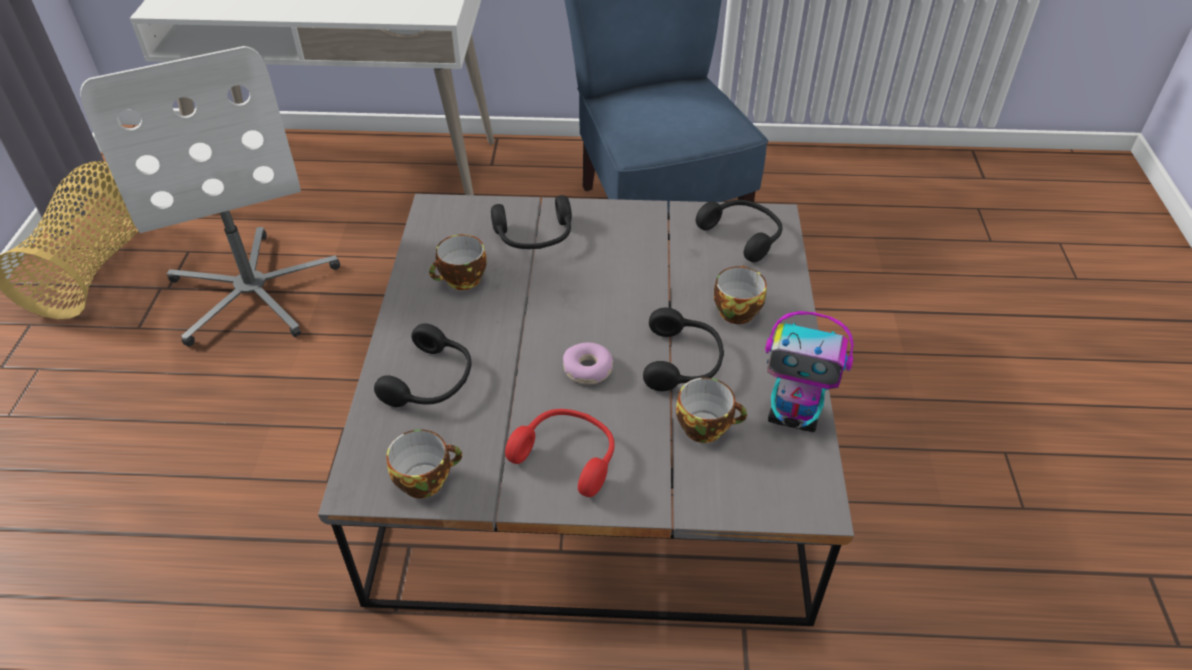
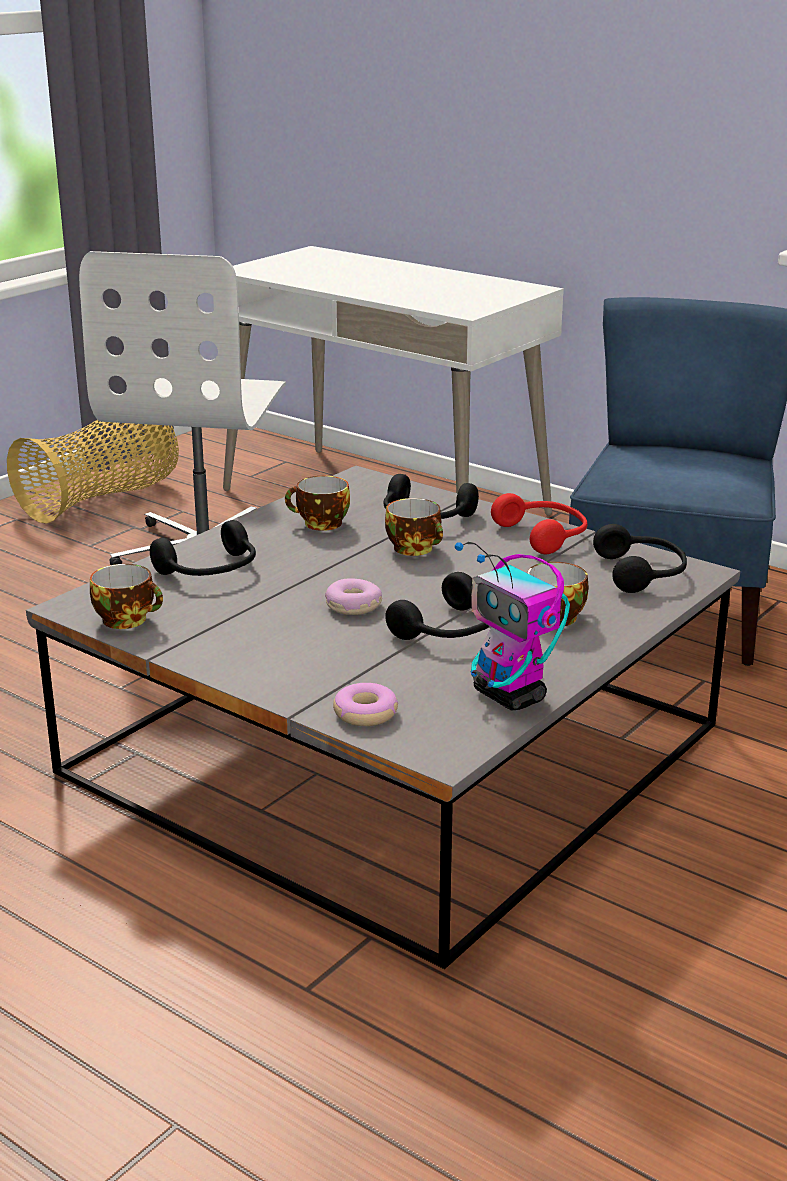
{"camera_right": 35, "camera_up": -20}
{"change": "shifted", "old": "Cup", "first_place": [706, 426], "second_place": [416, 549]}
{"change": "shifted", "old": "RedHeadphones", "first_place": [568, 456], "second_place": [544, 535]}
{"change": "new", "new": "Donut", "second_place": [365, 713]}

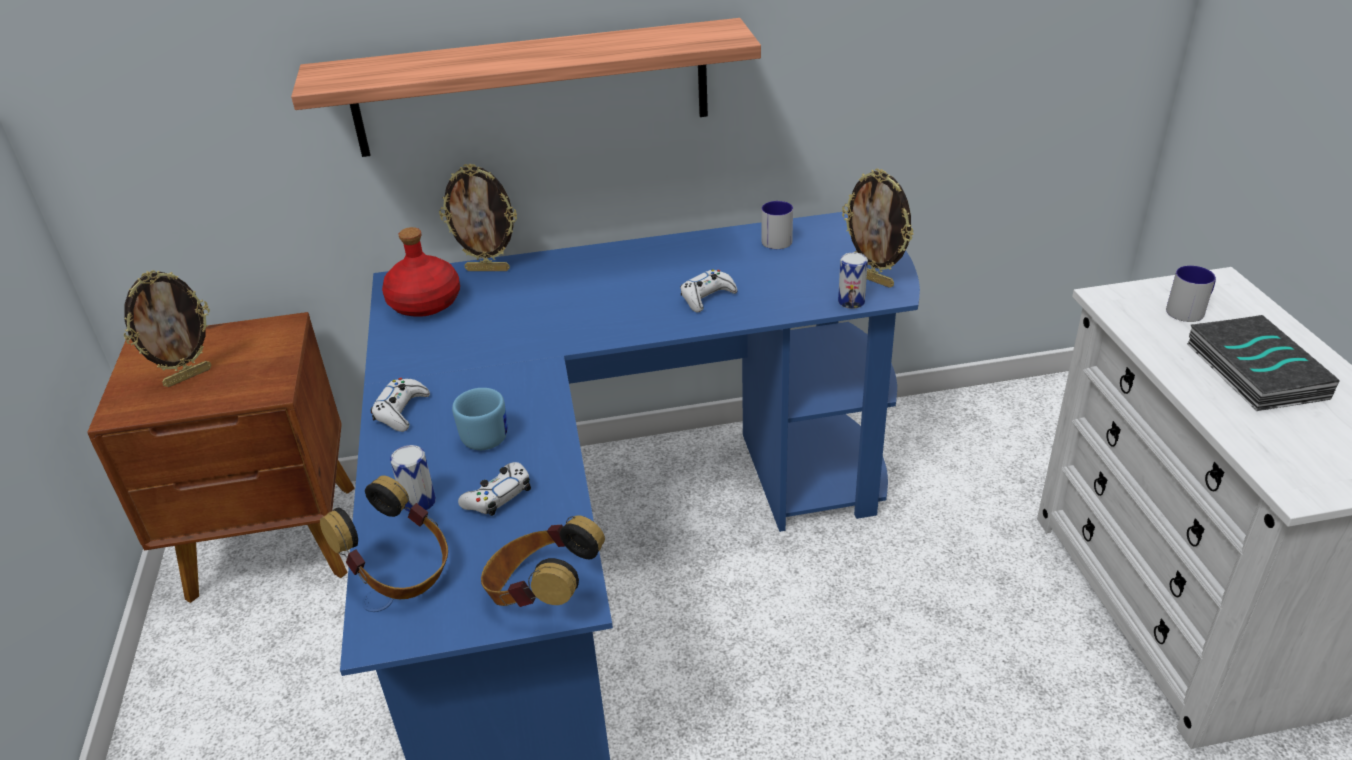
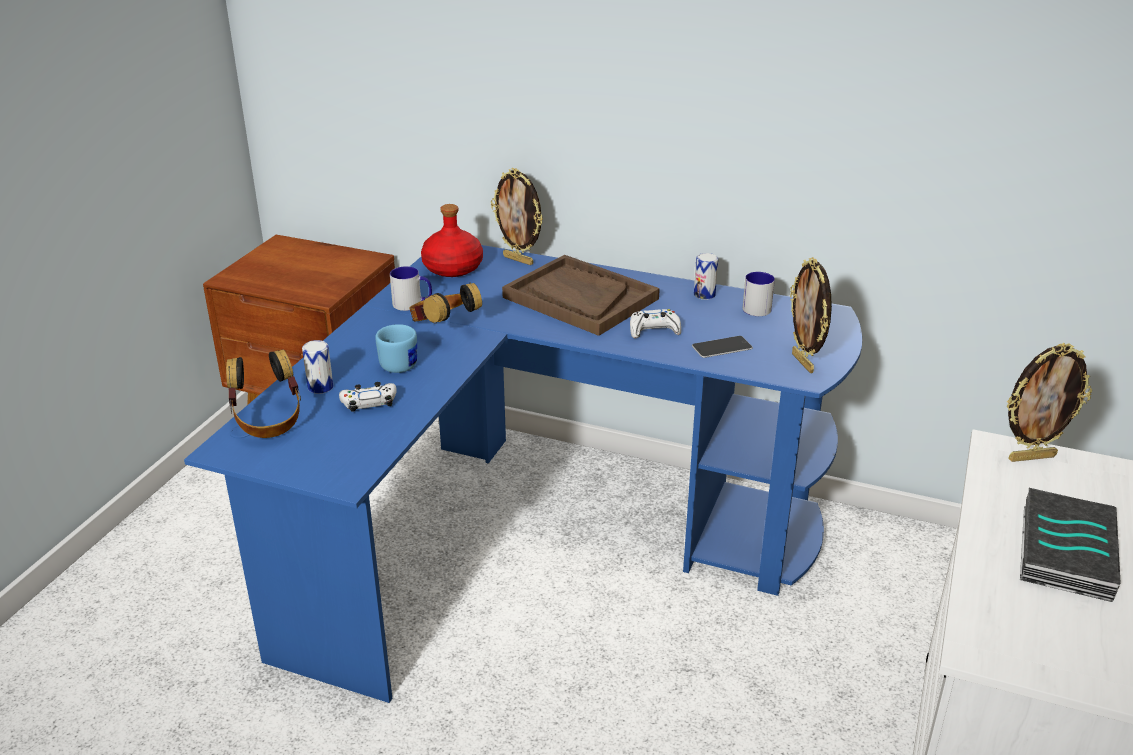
{"camera_right": 30, "camera_up": -5}
{"change": "gone", "old": "Shelf", "first_place": [532, 88]}
{"change": "shifted", "old": "Can", "first_place": [851, 302], "second_place": [704, 294]}
{"change": "shifted", "old": "Mug", "first_place": [1190, 310], "second_place": [412, 304]}
{"change": "shifted", "old": "PictureFrame", "first_place": [188, 376], "second_place": [1031, 457]}
{"change": "gone", "old": "WhiteGameController", "first_place": [401, 411]}
{"change": "shifted", "old": "Headphones", "first_place": [542, 594], "second_place": [443, 328]}
{"change": "new", "new": "BrownTray", "second_place": [580, 298]}
{"change": "new", "new": "Phone", "second_place": [722, 347]}

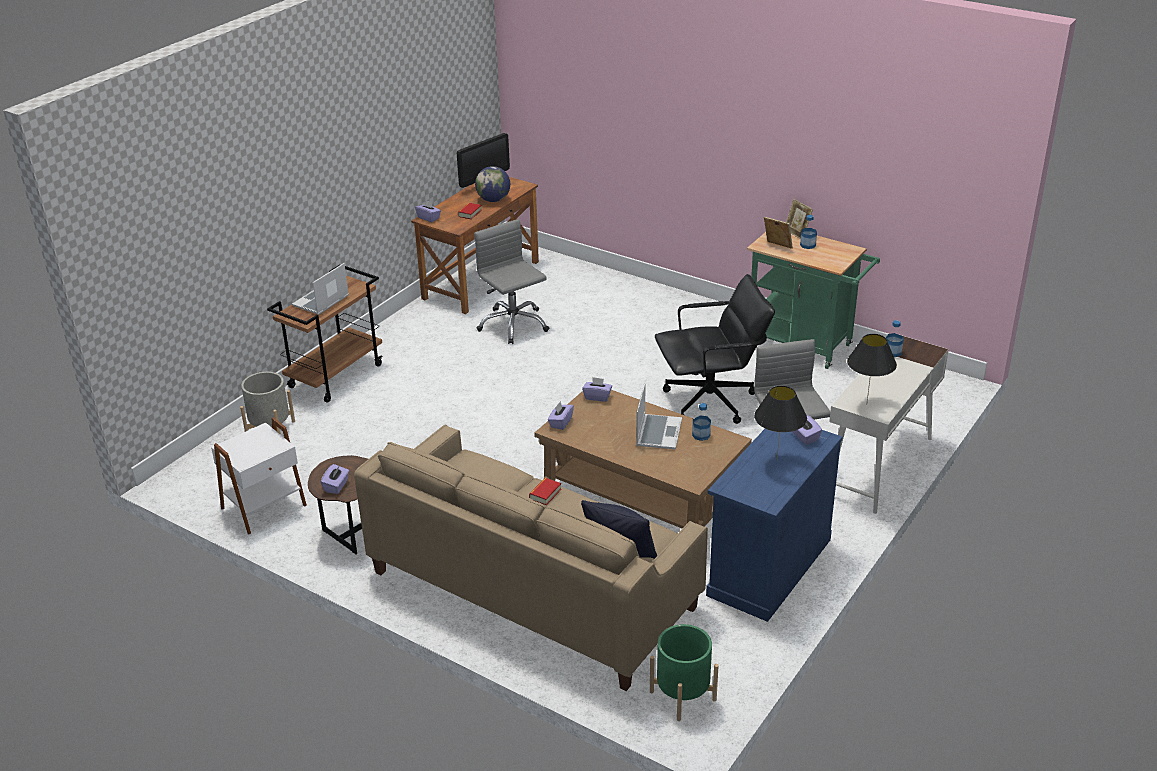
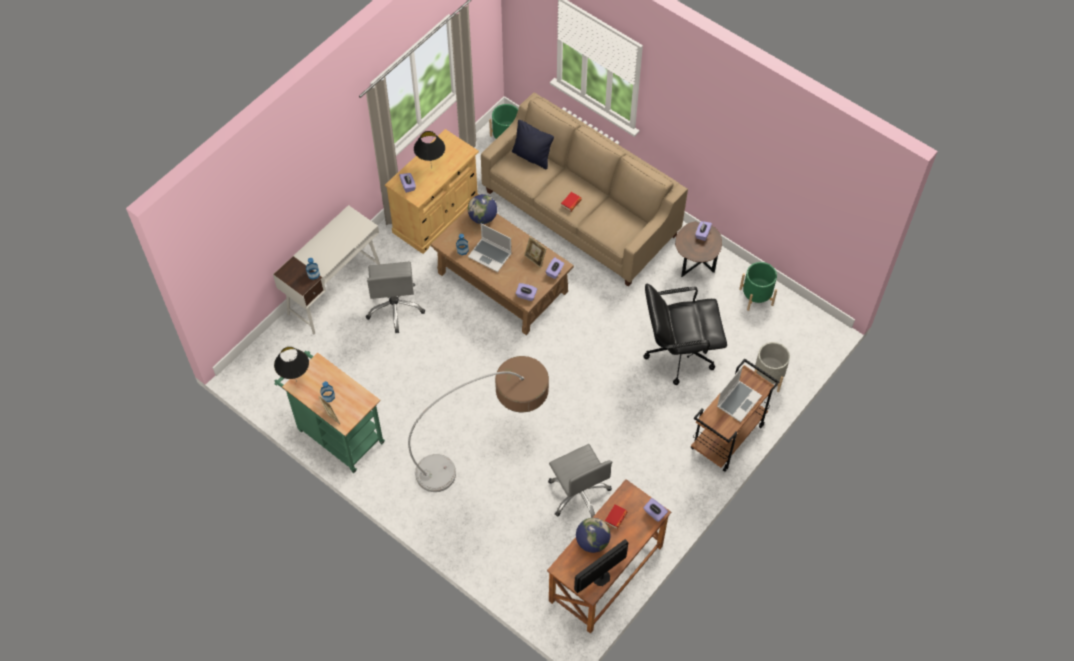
{"camera_right": -175, "camera_up": 25}
{"change": "shifted", "old": "PictureFrame", "first_place": [777, 247], "second_place": [535, 259]}
{"change": "shifted", "old": "BlackOfficeChair", "first_place": [711, 401], "second_place": [679, 353]}
{"change": "shifted", "old": "BlackTableLamp", "first_place": [866, 404], "second_place": [296, 381]}
{"change": "rotated", "old": "Laptop", "first_place": [658, 432], "second_place": [490, 255], "degrees": -75}
{"change": "swapped", "old": "WhiteSideTable", "new": "GreenPlanter", "first_place": [265, 507], "second_place": [756, 297]}
{"change": "repainted", "old": "BlueCabinet", "new": "BeigeCabinet", "first_place": [769, 567], "second_place": [436, 216]}
{"change": "new", "new": "Globe", "second_place": [483, 217]}
{"change": "new", "new": "FloorLamp", "second_place": [487, 453]}

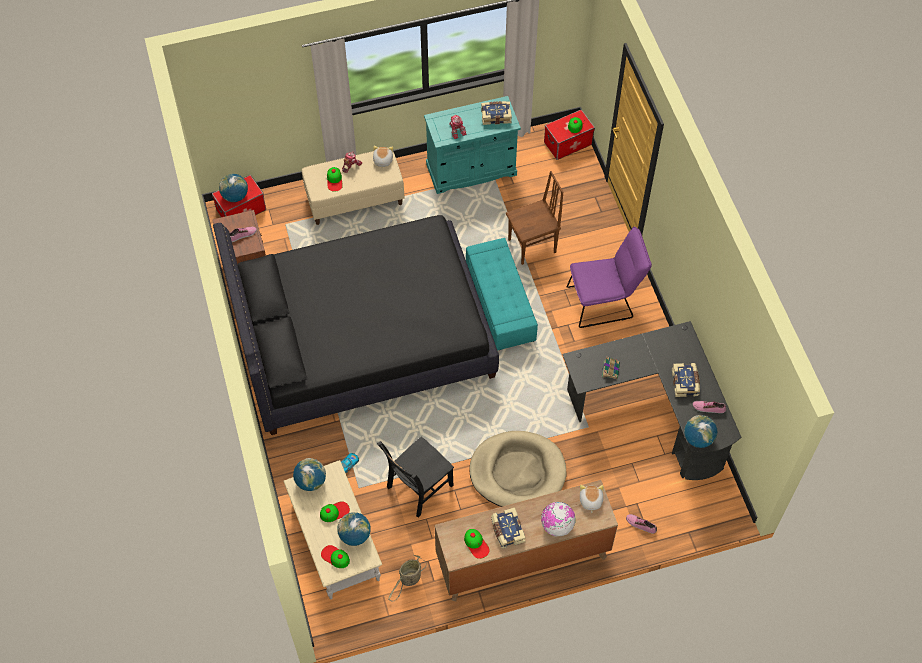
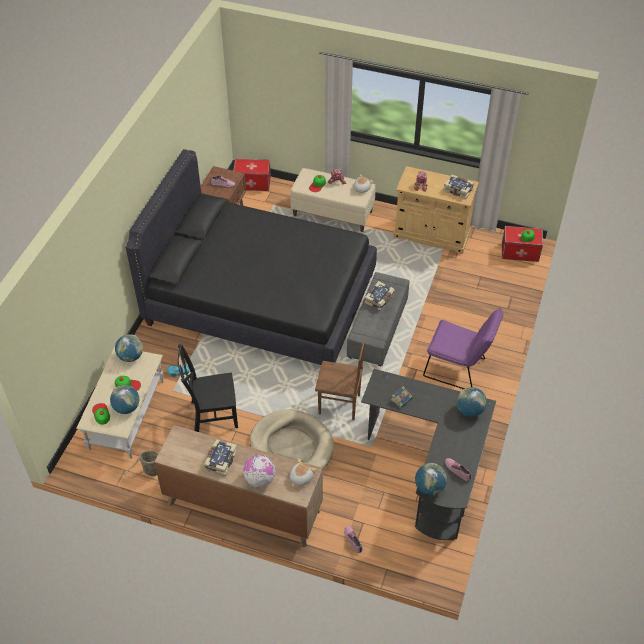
{"camera_right": 35, "camera_up": -10}
{"change": "repainted", "old": "TurquoiseCabinet", "new": "BeigeCabinet", "first_place": [471, 170], "second_place": [431, 234]}
{"change": "shifted", "old": "BrownChair", "first_place": [532, 246], "second_place": [339, 405]}
{"change": "shifted", "old": "Globe", "first_place": [235, 196], "second_place": [469, 410]}
{"change": "repainted", "old": "TurquoiseOttoman", "new": "GreyOttoman", "first_place": [500, 304], "second_place": [377, 329]}
{"change": "shifted", "old": "Book", "first_place": [685, 383], "second_place": [379, 299]}
{"change": "gone", "old": "Cap", "first_place": [476, 544]}

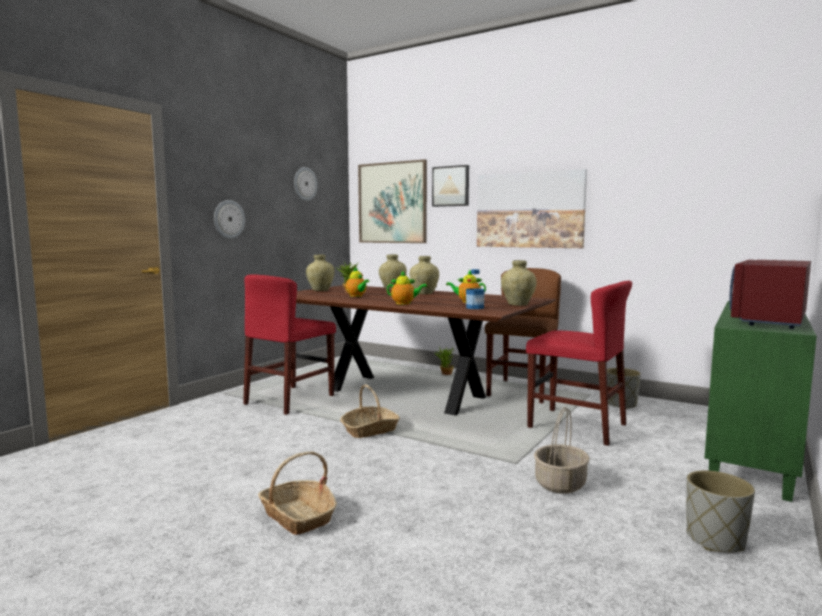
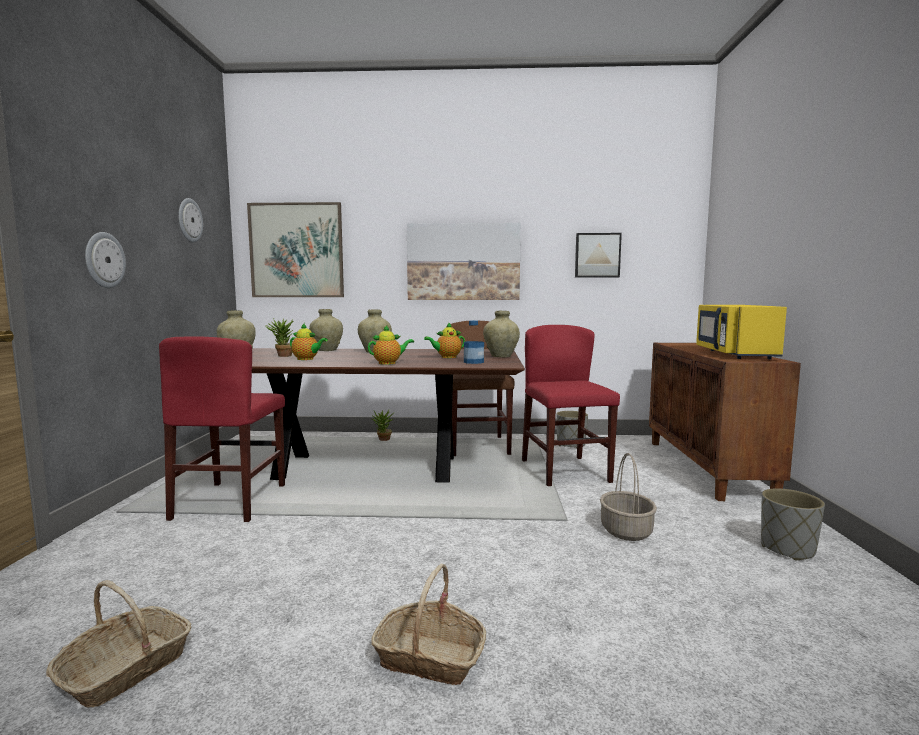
{"camera_right": -30, "camera_up": 0}
{"change": "shifted", "old": "Picture", "first_place": [451, 186], "second_place": [597, 255]}
{"change": "repainted", "old": "RedMicrowave", "new": "YellowMicrowave", "first_place": [769, 320], "second_place": [733, 354]}
{"change": "rotated", "old": "RedChair", "first_place": [576, 426], "second_place": [565, 471], "degrees": -105}
{"change": "repainted", "old": "GreenCabinet", "new": "BrownCabinet", "first_place": [752, 453], "second_place": [707, 468]}
{"change": "shifted", "old": "Basket", "first_place": [370, 430], "second_place": [125, 669]}

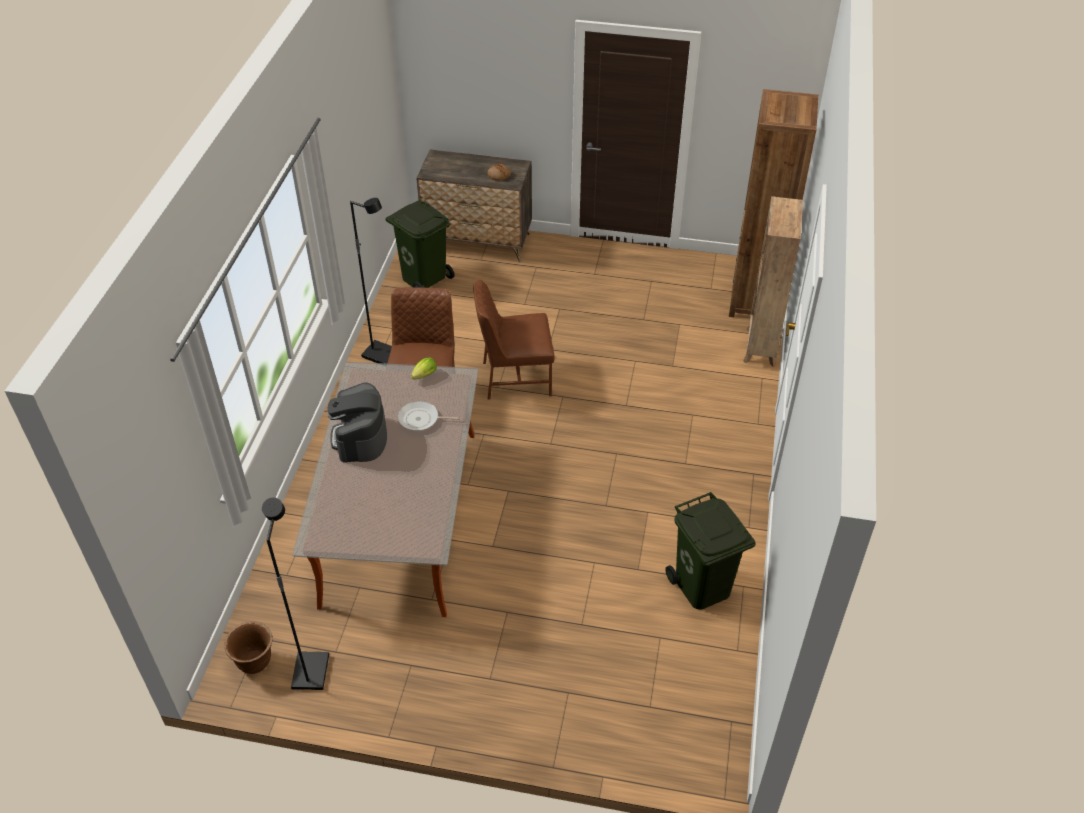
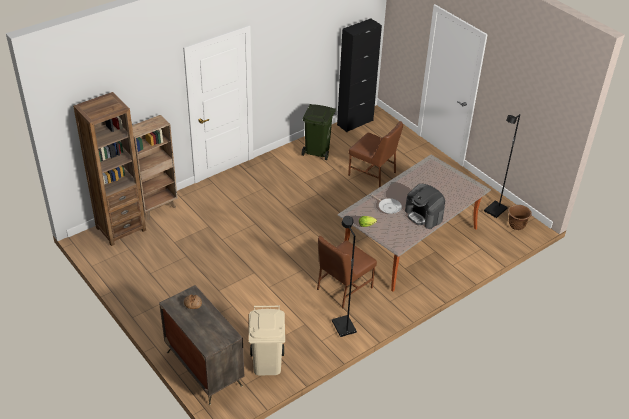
{"camera_right": -140, "camera_up": -5}
{"change": "repainted", "old": "GreenTrashCan", "new": "BeigeTrashCan", "first_place": [424, 278], "second_place": [266, 363]}
{"change": "shifted", "old": "BrownChair", "first_place": [515, 377], "second_place": [373, 174]}
{"change": "rotated", "old": "CoffeeMachine", "first_place": [360, 438], "second_place": [424, 215], "degrees": 105}
{"change": "new", "new": "BlackCabinet", "second_place": [355, 122]}

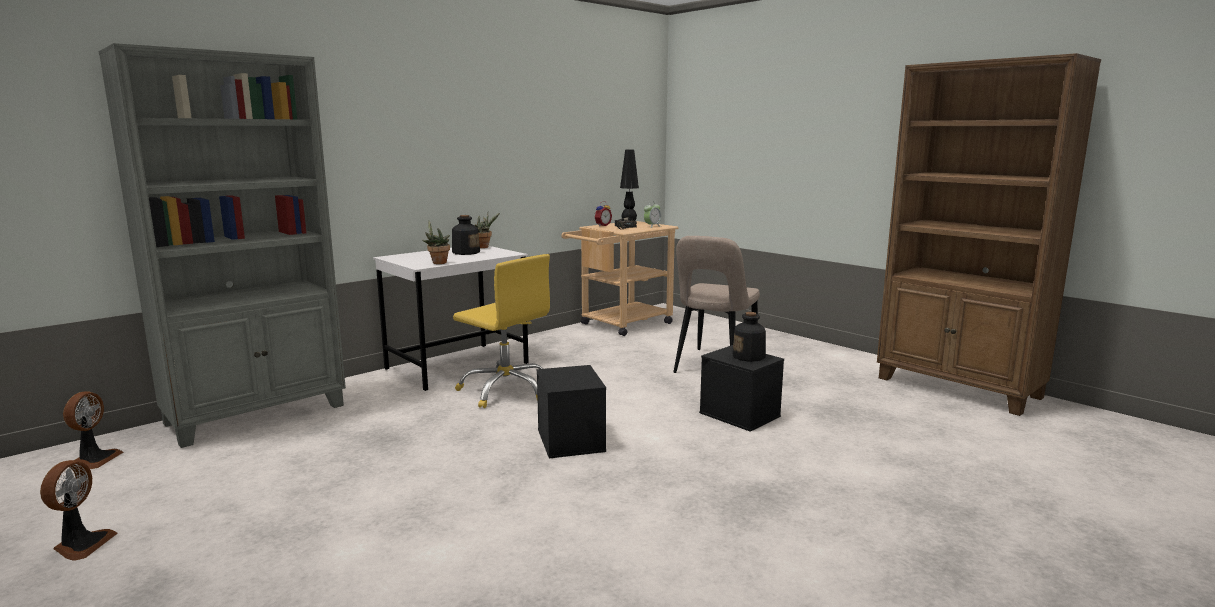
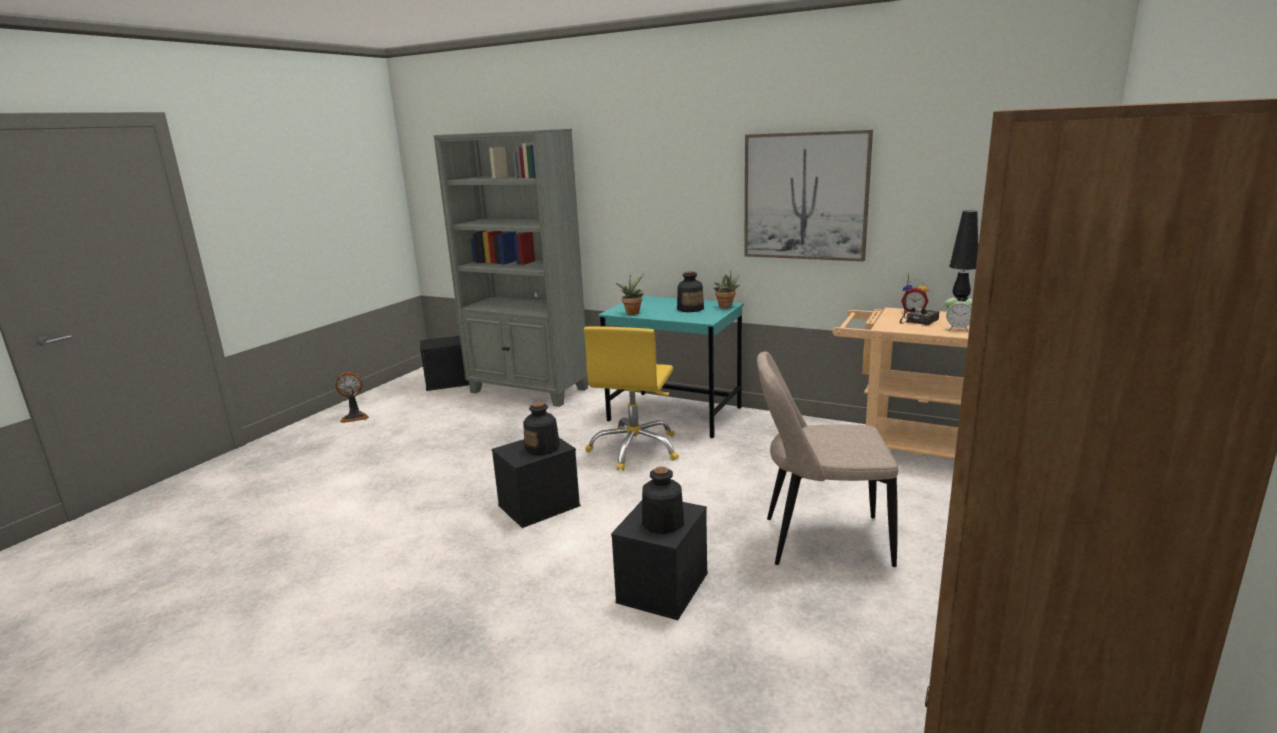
{"camera_right": 70, "camera_up": 5}
{"change": "repainted", "old": "WhiteDesk", "new": "TurquoiseDesk", "first_place": [457, 366], "second_place": [675, 414]}
{"change": "swapped", "old": "Fan", "new": "BlackStorageBox", "first_place": [95, 459], "second_place": [448, 382]}
{"change": "new", "new": "Picture", "second_place": [805, 196]}
{"change": "new", "new": "Bottle", "second_place": [542, 448]}

